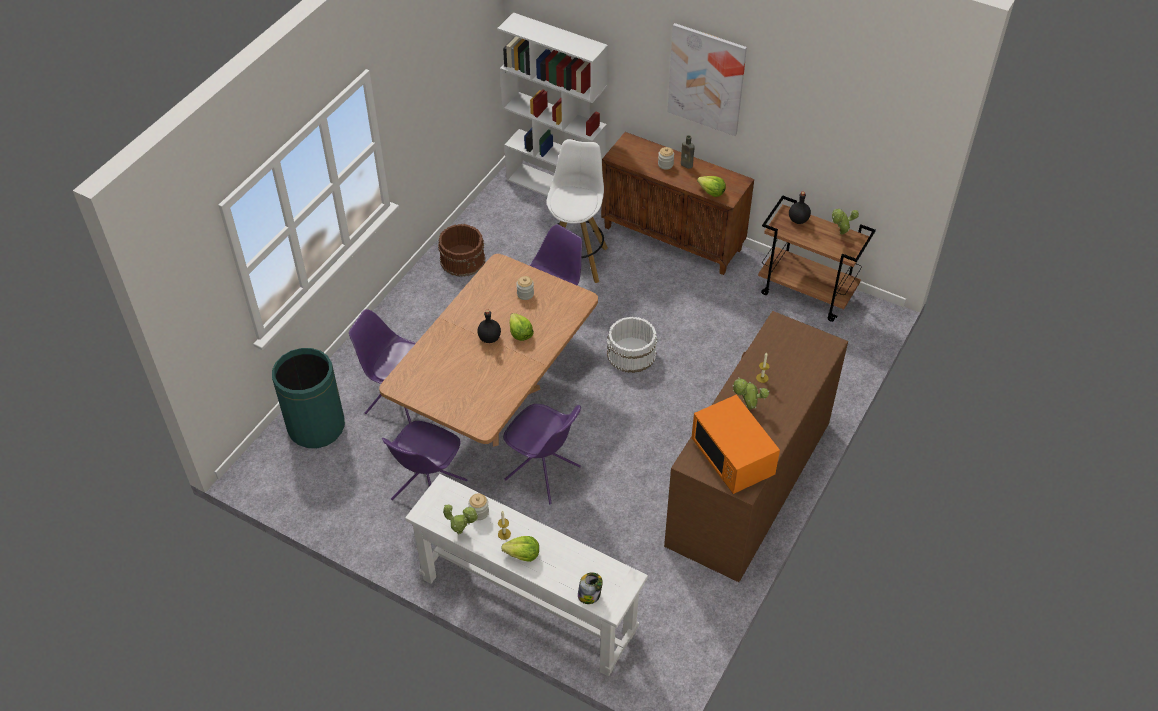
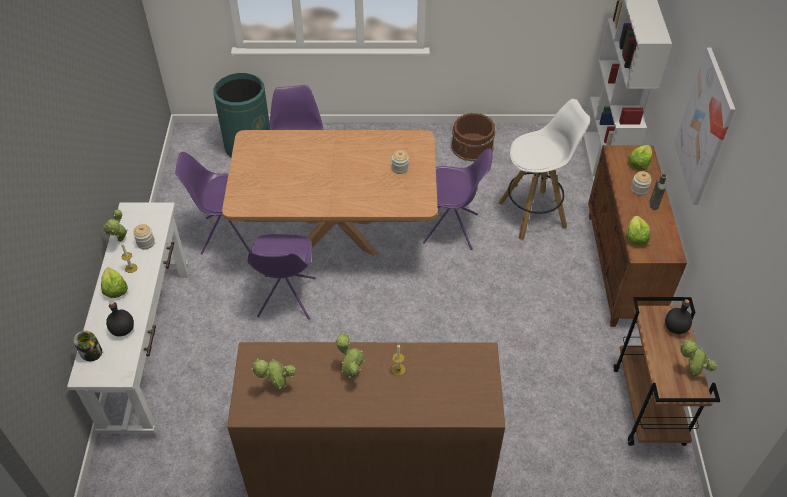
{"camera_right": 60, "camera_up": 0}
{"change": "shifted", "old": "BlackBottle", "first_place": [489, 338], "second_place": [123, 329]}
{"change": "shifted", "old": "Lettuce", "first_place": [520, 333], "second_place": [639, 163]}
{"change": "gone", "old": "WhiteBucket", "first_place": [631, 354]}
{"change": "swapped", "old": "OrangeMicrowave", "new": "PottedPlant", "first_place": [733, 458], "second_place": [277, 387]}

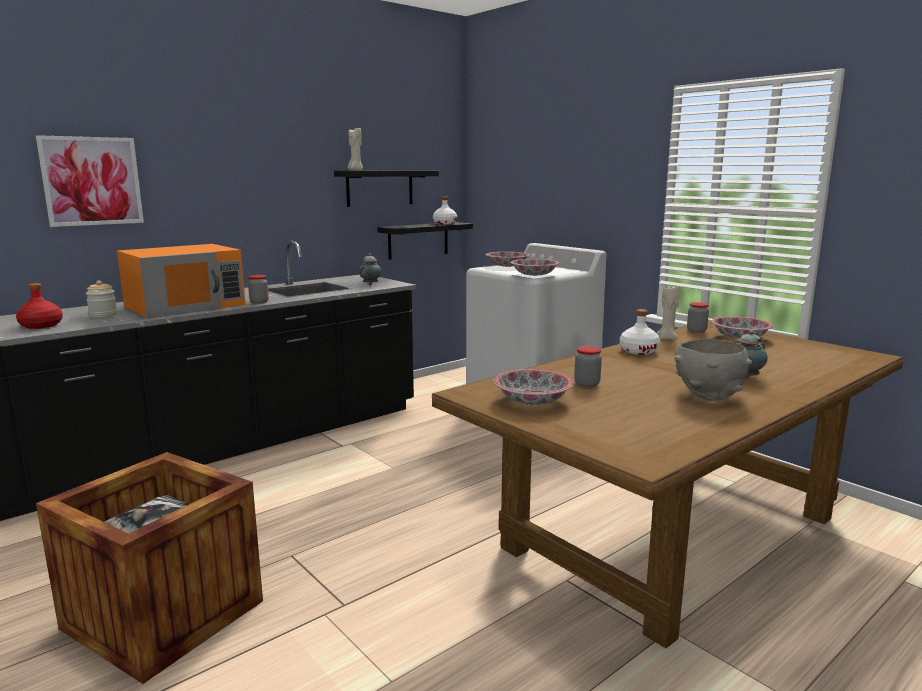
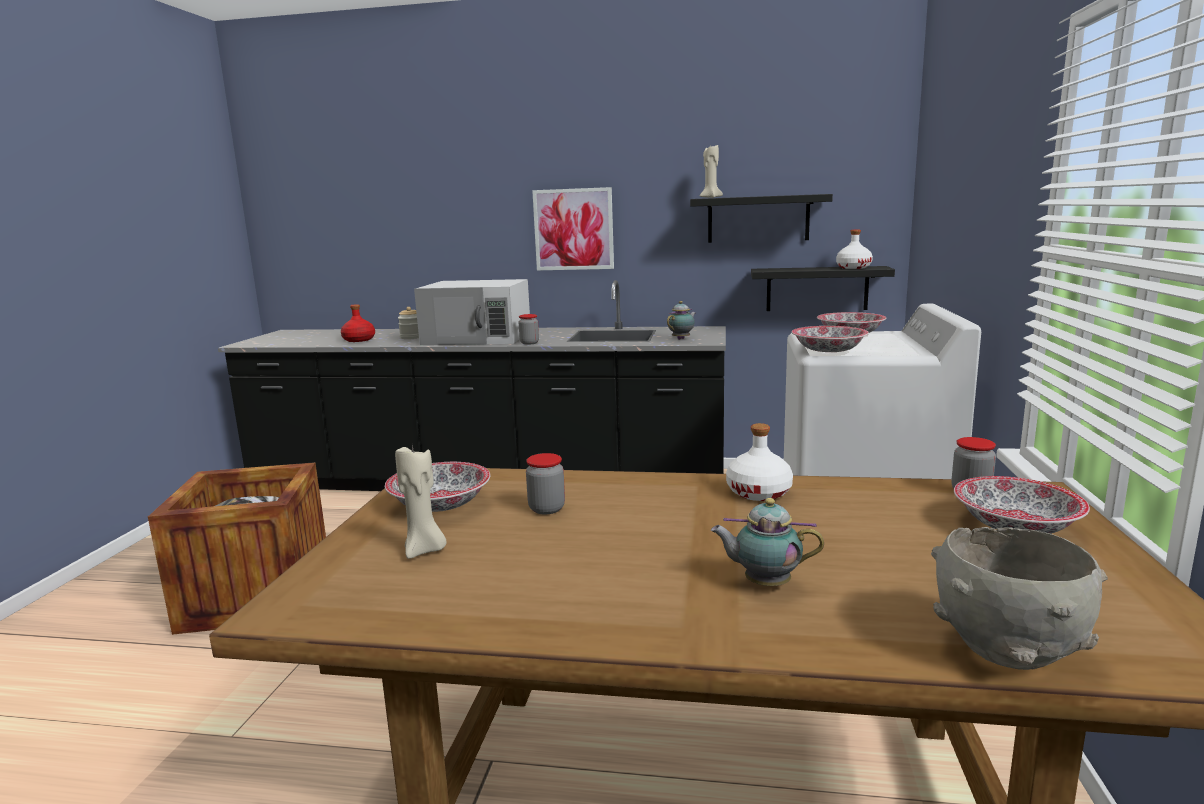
{"camera_right": 50, "camera_up": 0}
{"change": "shifted", "old": "Picture", "first_place": [92, 181], "second_place": [573, 229]}
{"change": "repainted", "old": "OrangeMicrowave", "new": "WhiteMicrowave", "first_place": [186, 305], "second_place": [478, 337]}
{"change": "shifted", "old": "BeigeCandle", "first_place": [667, 338], "second_place": [424, 550]}
{"change": "shifted", "old": "GreyBowl", "first_place": [708, 396], "second_place": [1007, 651]}

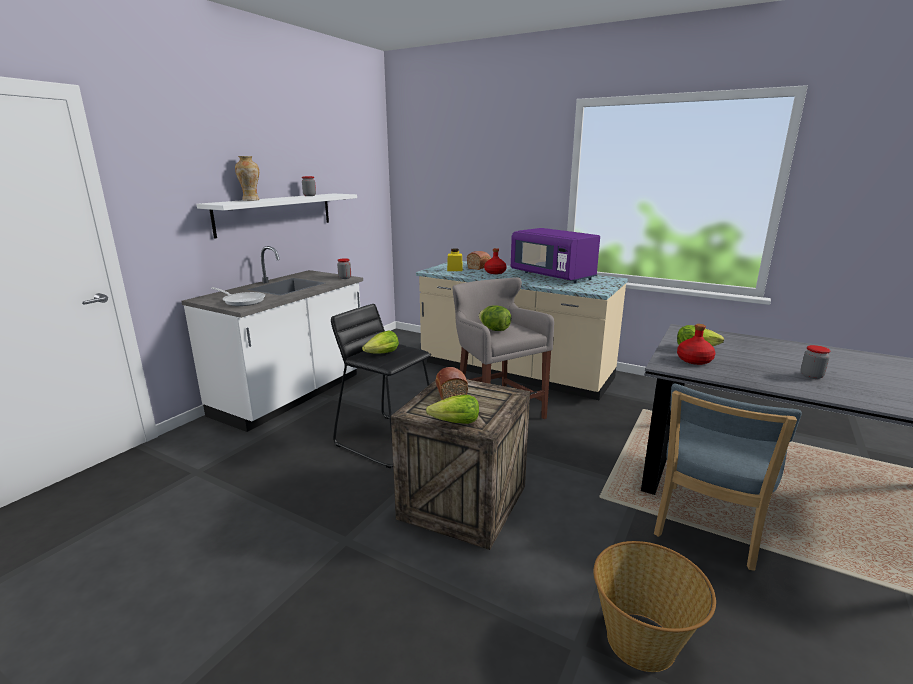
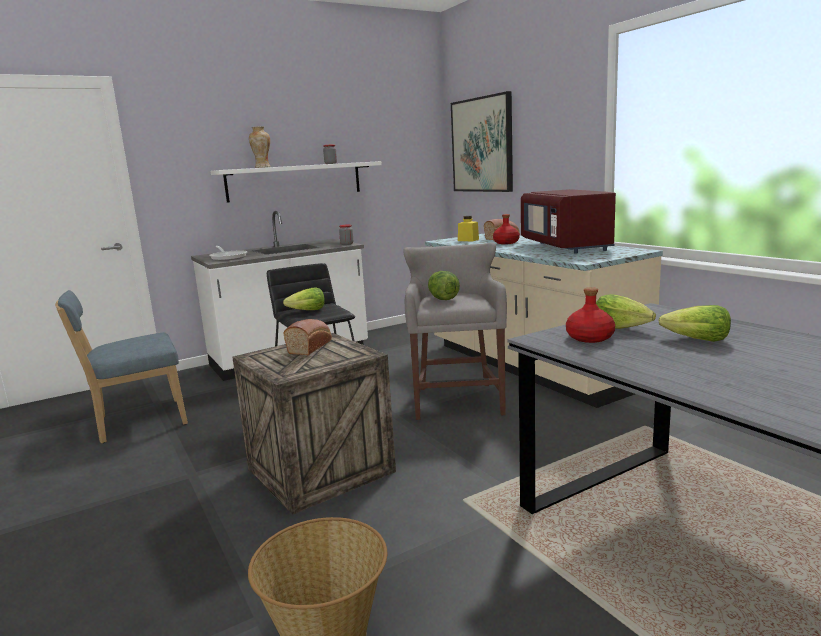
{"camera_right": 30, "camera_up": -5}
{"change": "repainted", "old": "PurpleMicrowave", "new": "RedMicrowave", "first_place": [553, 276], "second_place": [565, 247]}
{"change": "gone", "old": "Jar", "first_place": [811, 376]}
{"change": "shifted", "old": "BlueChair", "first_place": [707, 528], "second_place": [136, 422]}
{"change": "shifted", "old": "Lettuce", "first_place": [455, 423], "second_place": [696, 340]}
{"change": "new", "new": "Picture", "second_place": [482, 145]}

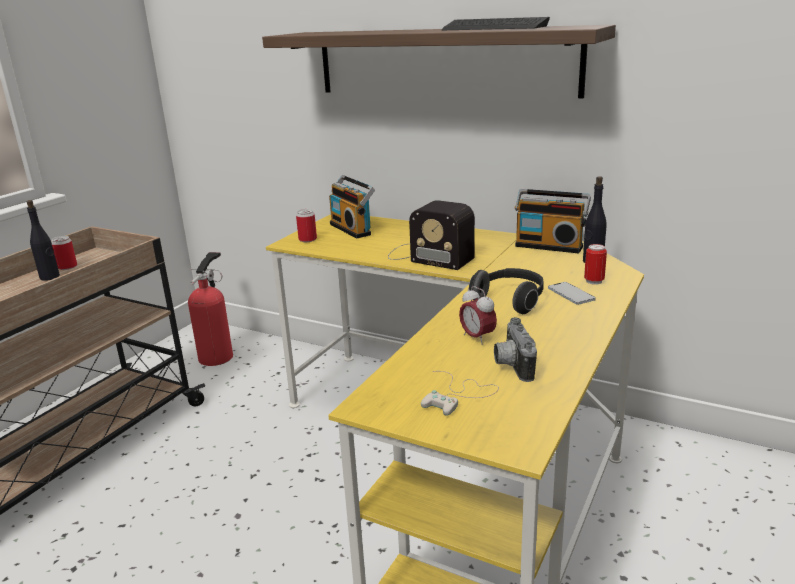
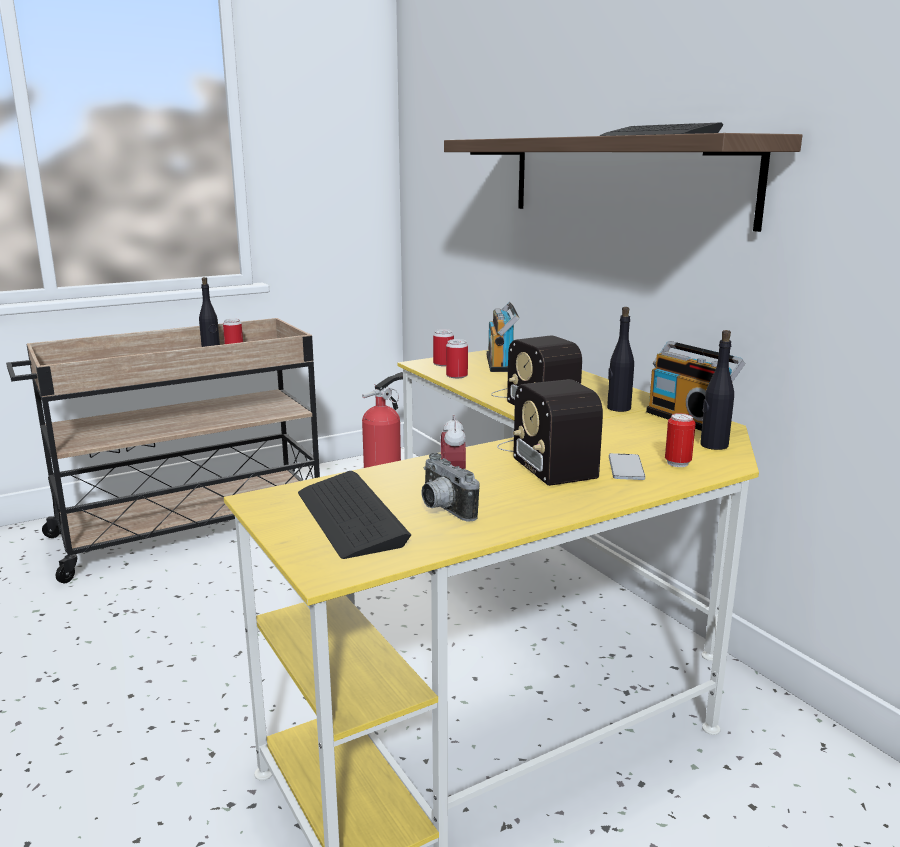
{"camera_right": 30, "camera_up": -5}
{"change": "swapped", "old": "Headphones", "new": "Radio", "first_place": [510, 300], "second_place": [547, 457]}
{"change": "rotated", "old": "PhotoCamera", "first_place": [511, 366], "second_place": [442, 509], "degrees": -60}
{"change": "swapped", "old": "WhiteGameController", "new": "Keyboard", "first_place": [459, 395], "second_place": [350, 517]}
{"change": "new", "new": "BlackBottle", "second_place": [618, 408]}
{"change": "new", "new": "Can", "second_place": [456, 376]}

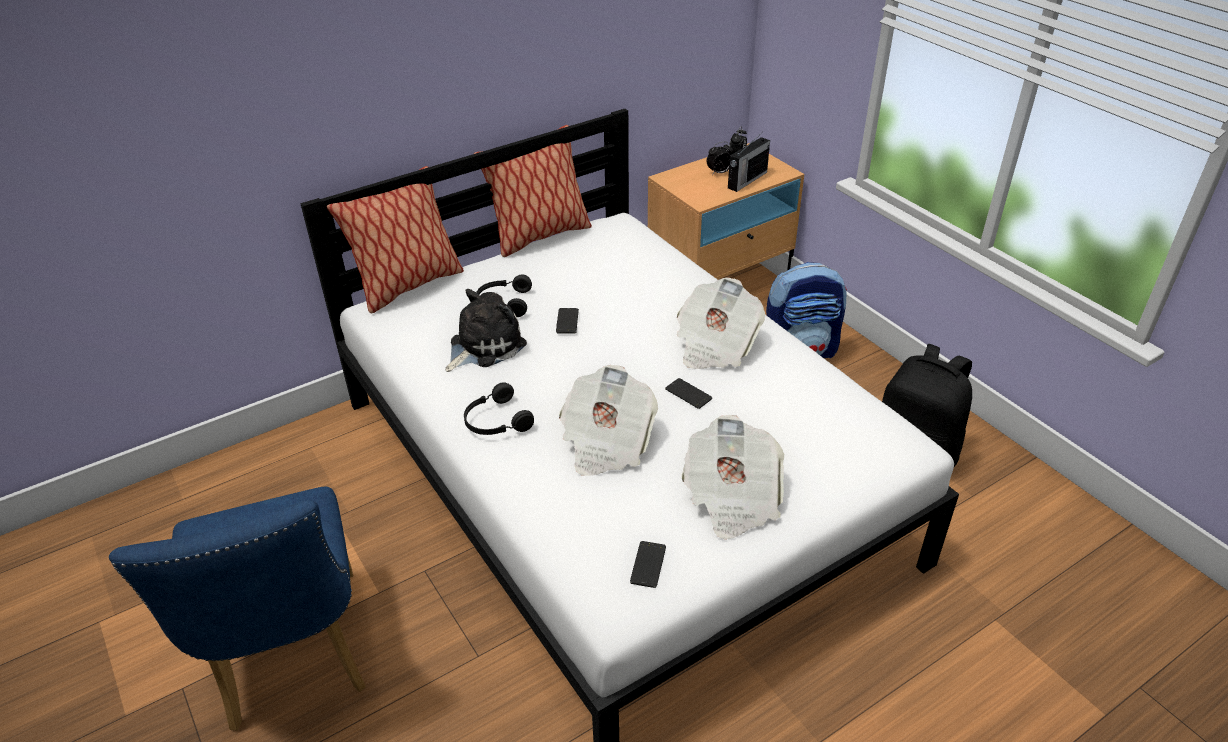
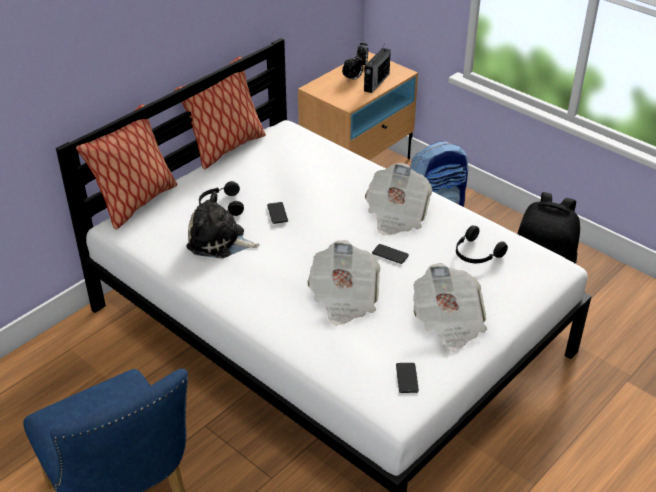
{"camera_right": -15, "camera_up": 0}
{"change": "rotated", "old": "PlushToy", "first_place": [483, 345], "second_place": [219, 241], "degrees": -105}
{"change": "shifted", "old": "BlackHeadphones", "first_place": [496, 421], "second_place": [476, 254]}

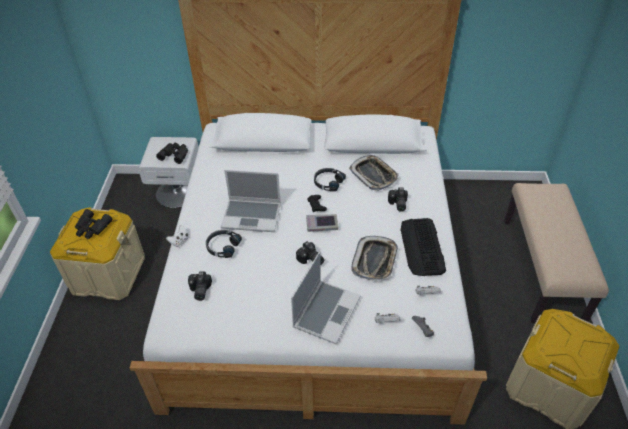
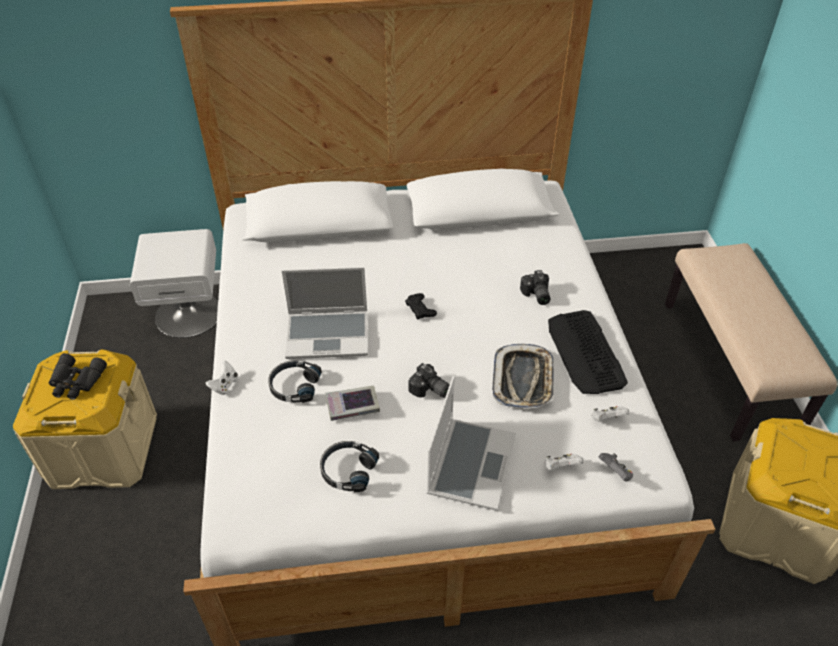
{"camera_right": -10, "camera_up": 0}
{"change": "gone", "old": "BlackBinoculars", "first_place": [175, 154]}
{"change": "gone", "old": "Tray", "first_place": [373, 175]}
{"change": "shifted", "old": "BlackHeadphones", "first_place": [328, 182], "second_place": [347, 470]}
{"change": "shifted", "old": "Book", "first_place": [322, 225], "second_place": [352, 406]}
{"change": "gone", "old": "PhotoCamera", "first_place": [199, 291]}

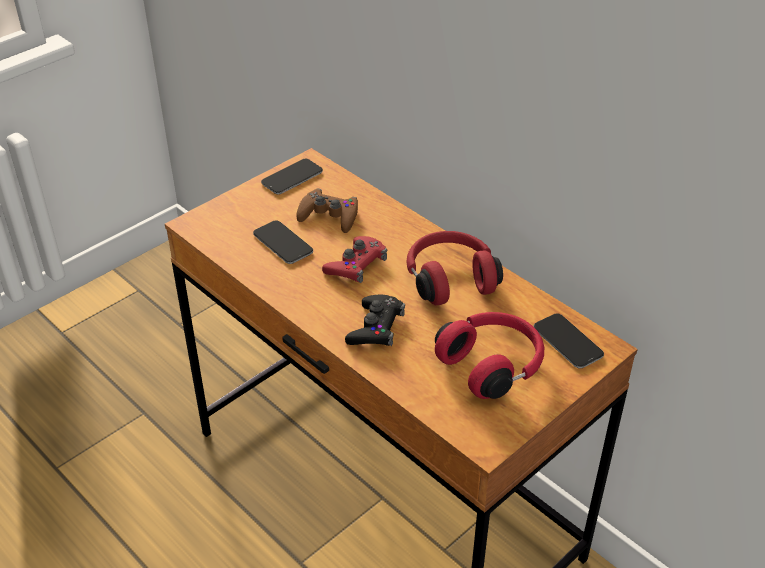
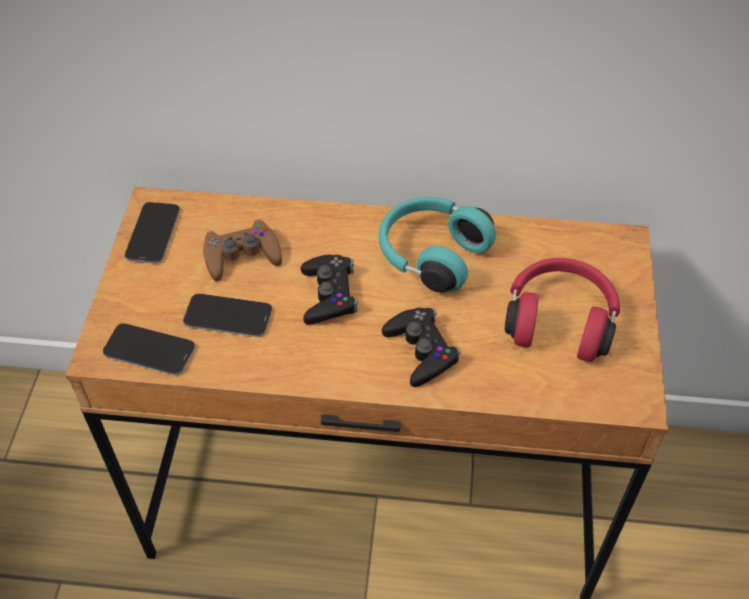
{"camera_right": -40, "camera_up": 10}
{"change": "repainted", "old": "RedHeadphones", "new": "TurquoiseHeadphones", "first_place": [450, 279], "second_place": [431, 254]}
{"change": "repainted", "old": "RedGameController", "new": "BlackGameController", "first_place": [356, 265], "second_place": [329, 294]}
{"change": "shifted", "old": "Phone", "first_place": [567, 342], "second_place": [149, 350]}

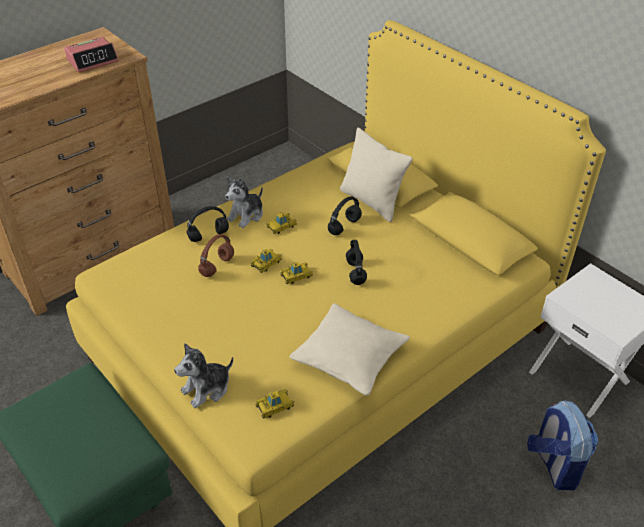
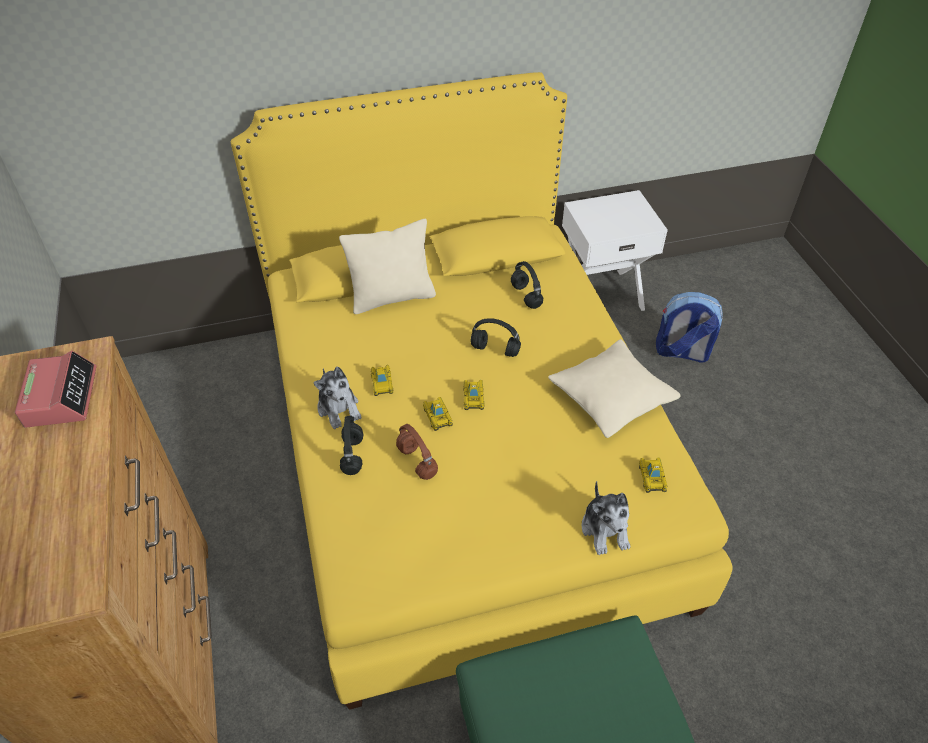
{"camera_right": -65, "camera_up": 5}
{"change": "shifted", "old": "BlackHeadphones", "first_place": [344, 226], "second_place": [525, 296]}

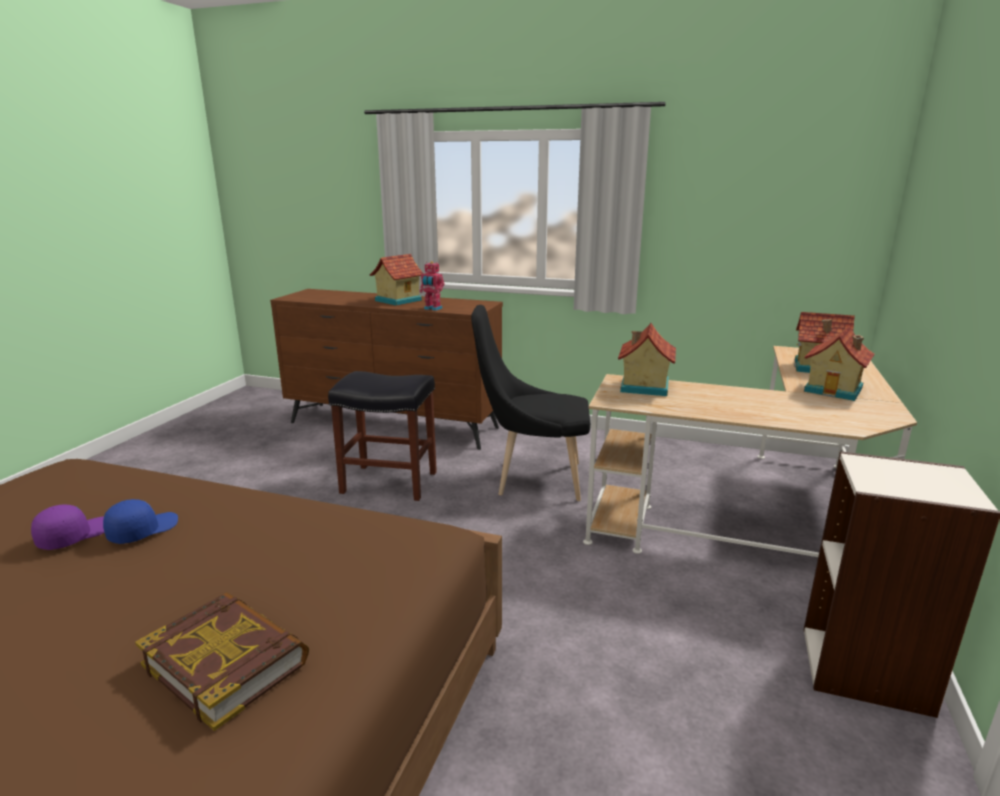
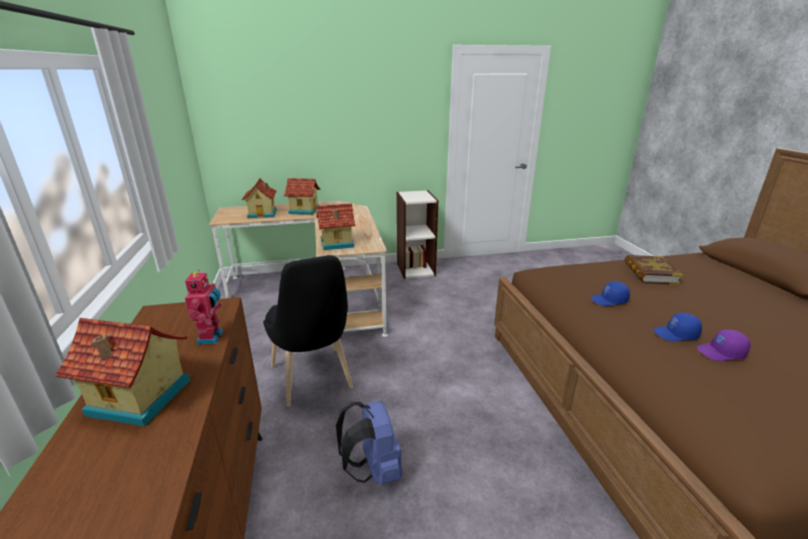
{"camera_right": -120, "camera_up": 5}
{"change": "swapped", "old": "BlackStool", "new": "BlueBackpack", "first_place": [391, 482], "second_place": [373, 470]}
{"change": "new", "new": "BlueCap", "second_place": [609, 300]}

